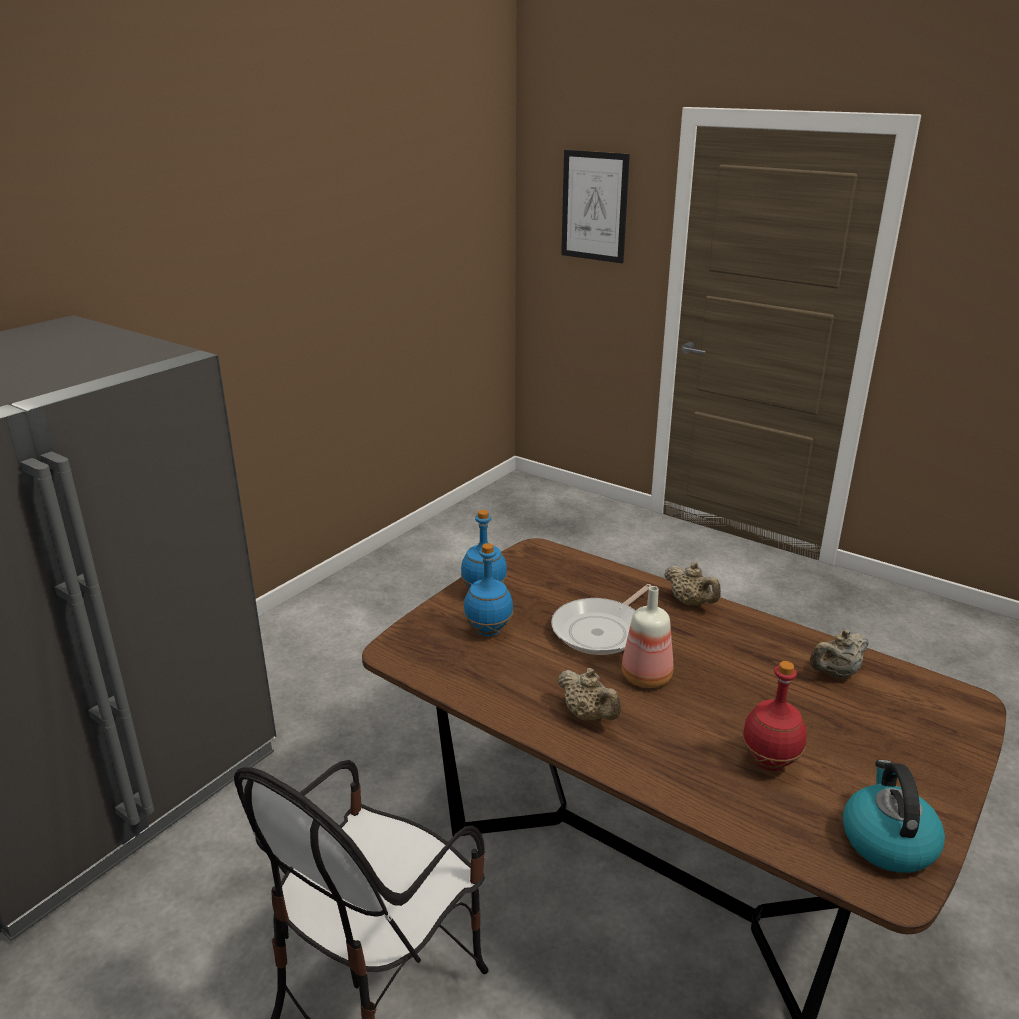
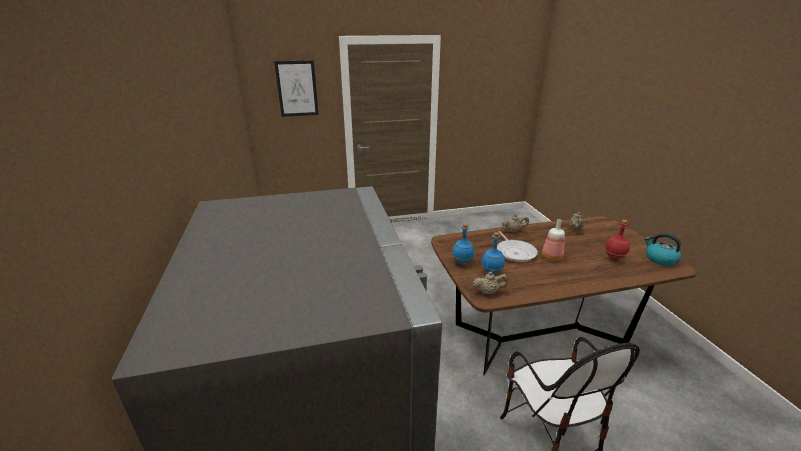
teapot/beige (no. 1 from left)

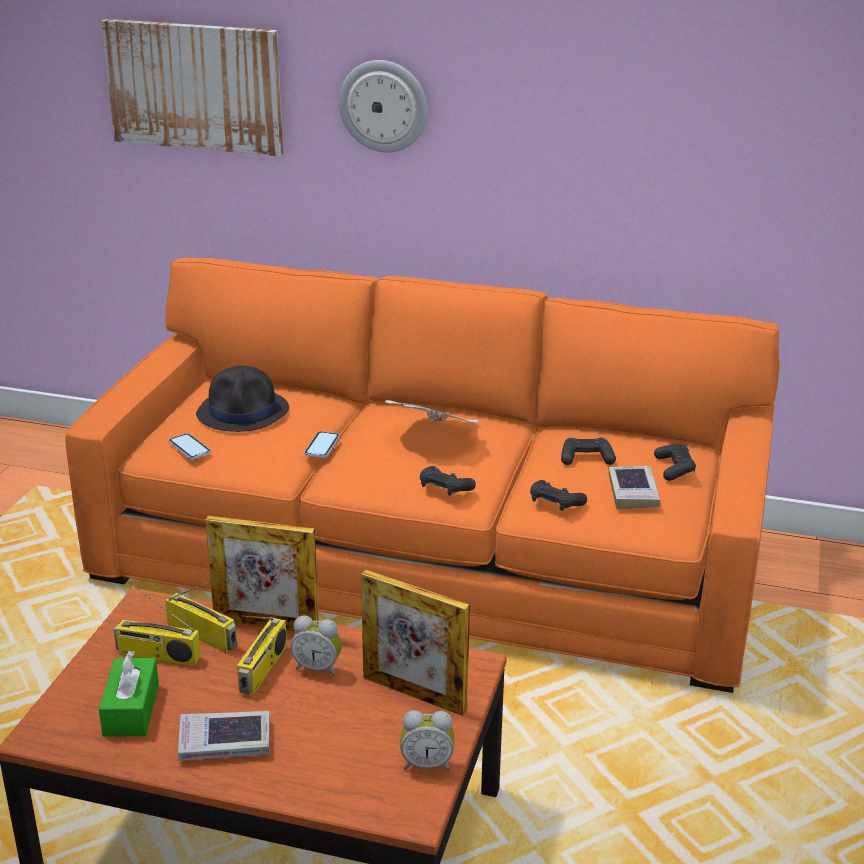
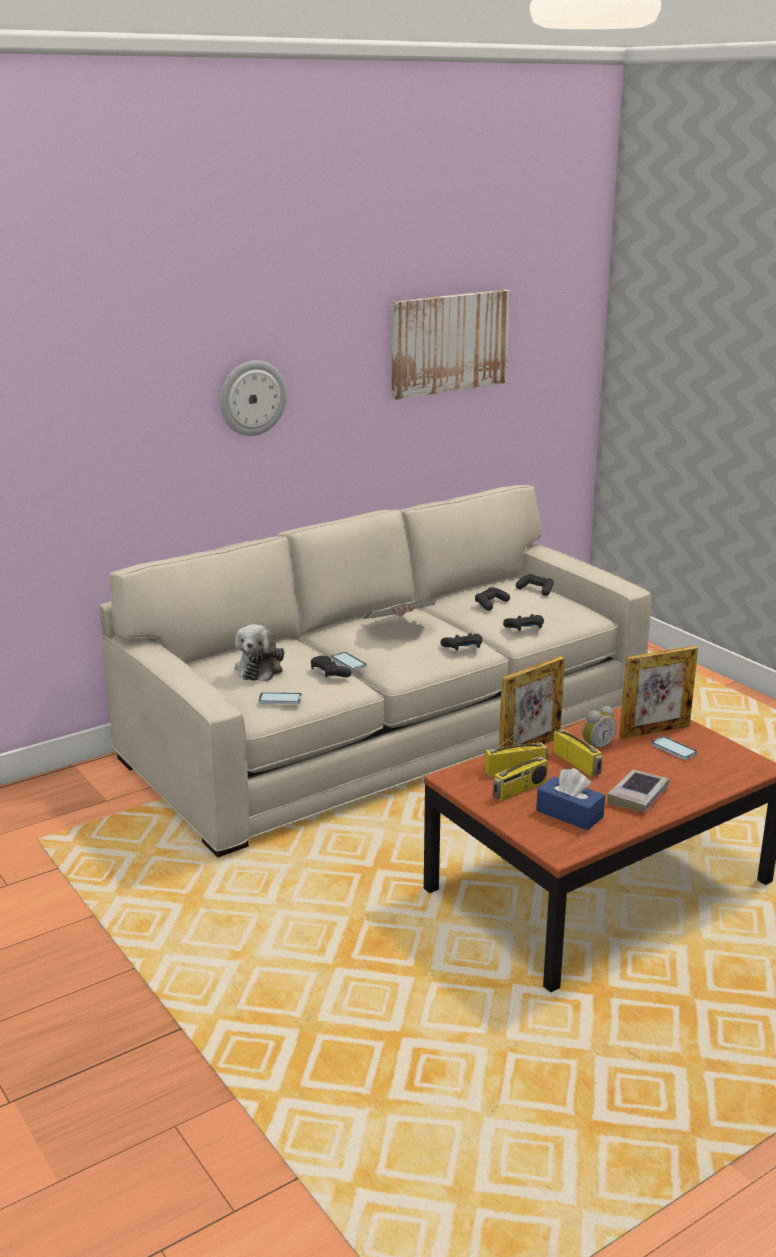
sofa/beige
tissue box/blue
wall art
plush toy
bedside clock (no. 2 from left in the first image)
volume (no. 2 from left in the first image)
gamepad/blackish (no. 1 from left)
phone (no. 3 from left)

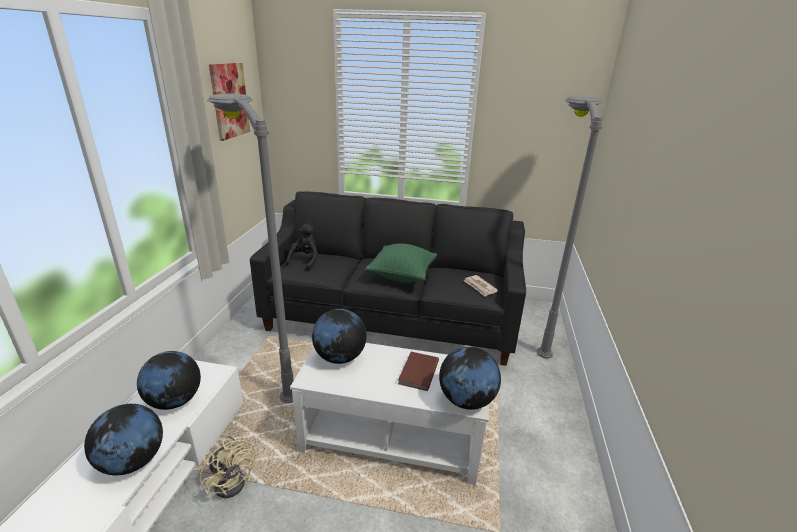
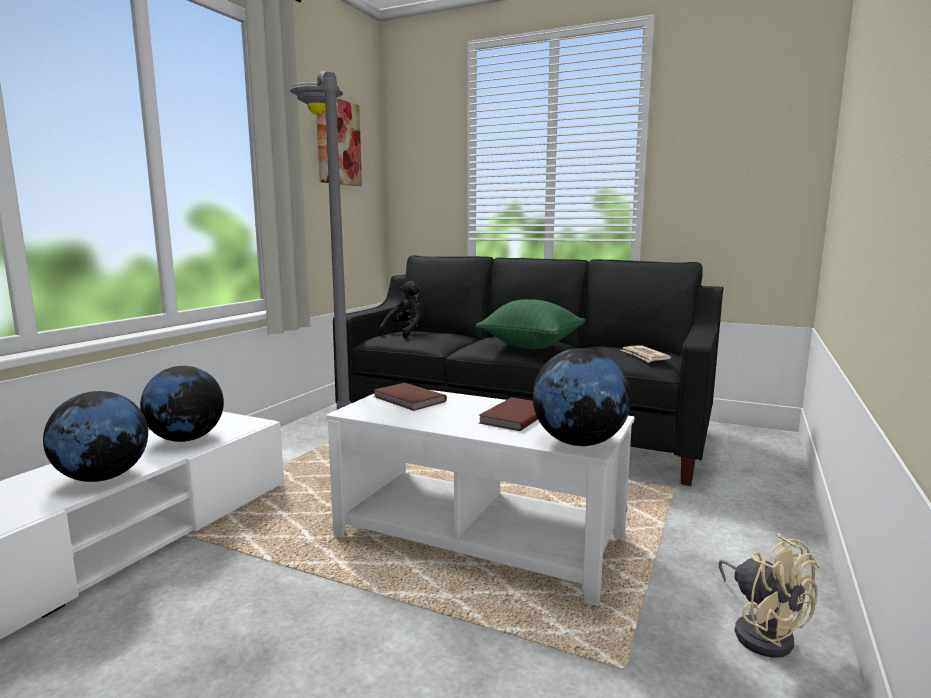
cooling fan/beige
volume/brown-coloured (no. 1 from left)
floor lamp/greyish (no. 2 from left in the first image)

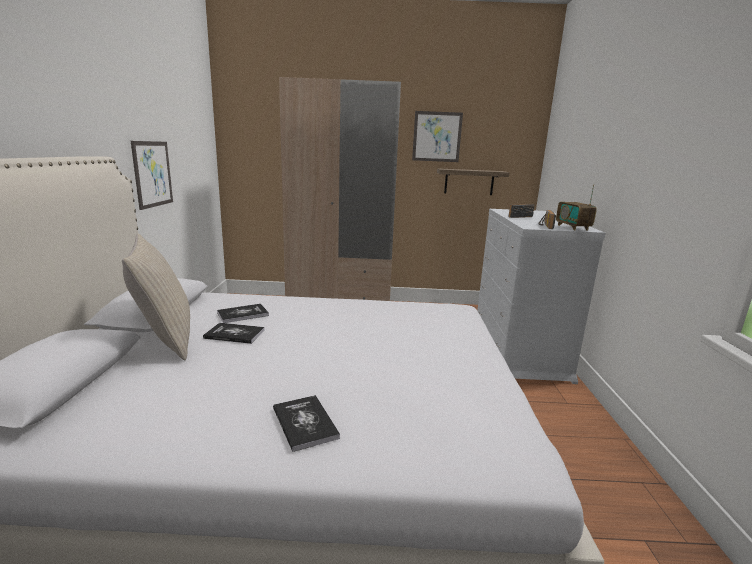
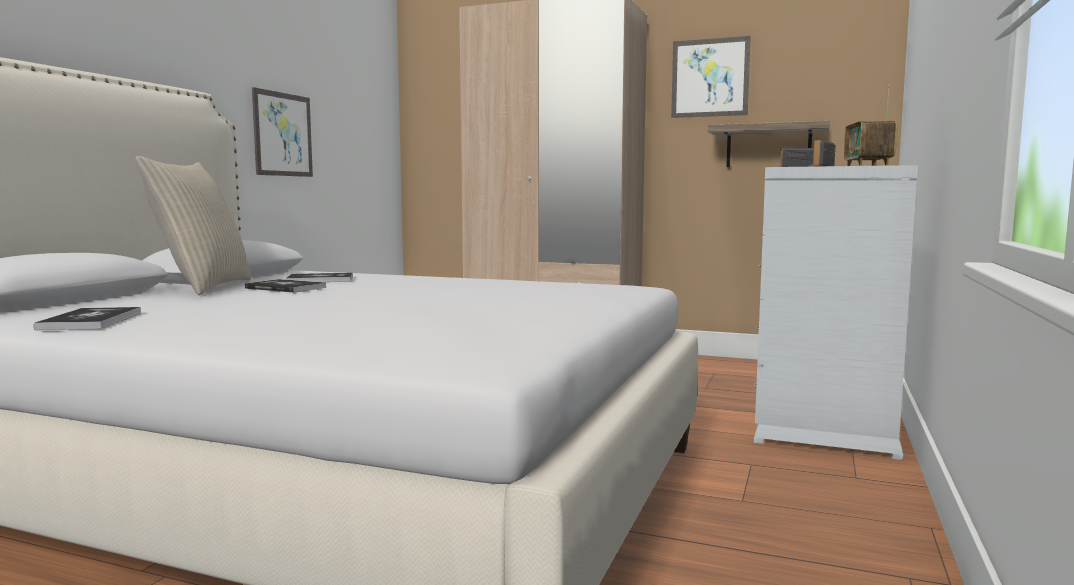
volume (no. 1 from left)

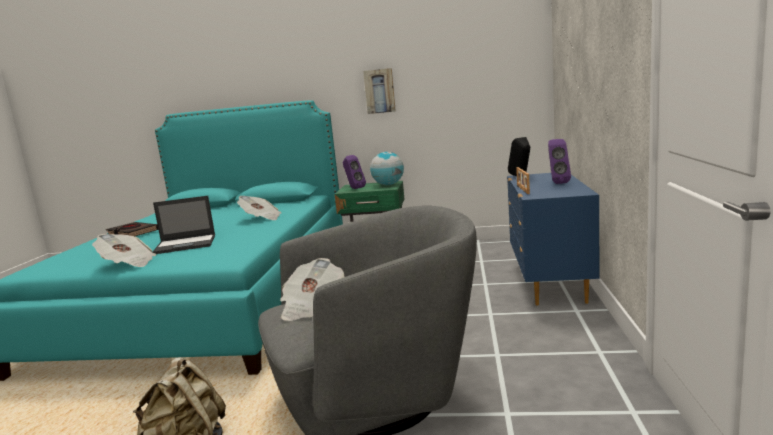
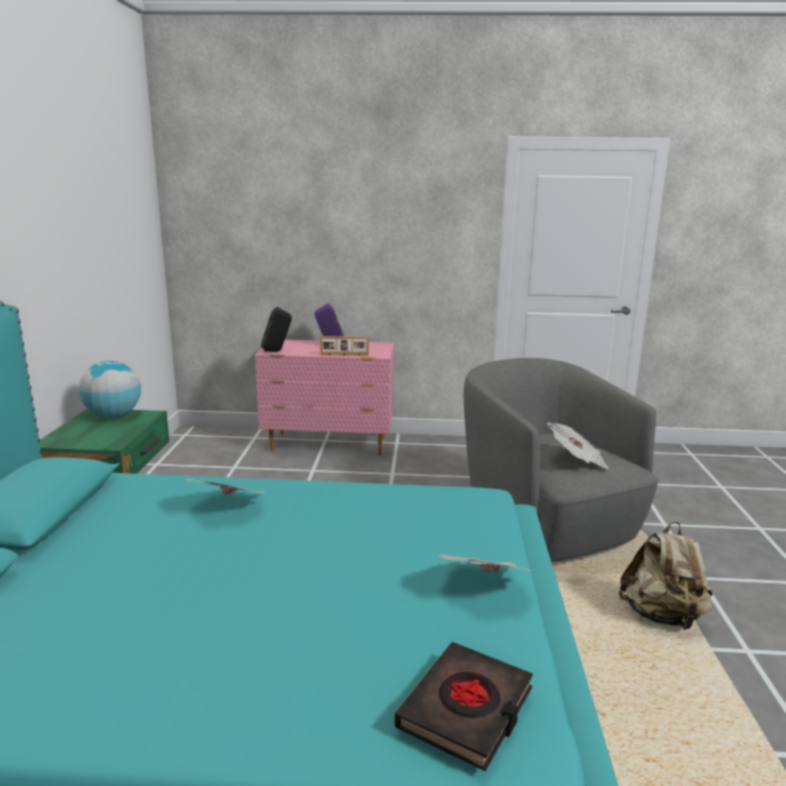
volume/blackish
notebook computer
loudspeaker/purplish (no. 1 from left in the first image)
wall art
chest of drawers/pinkish

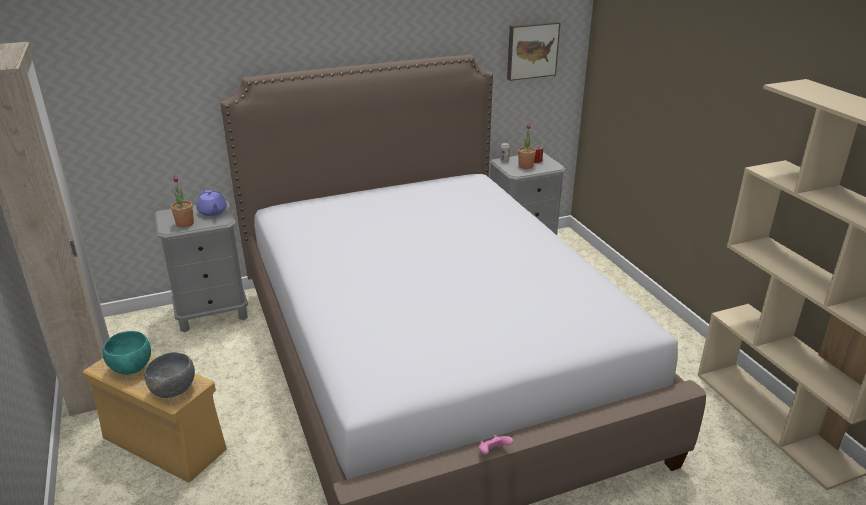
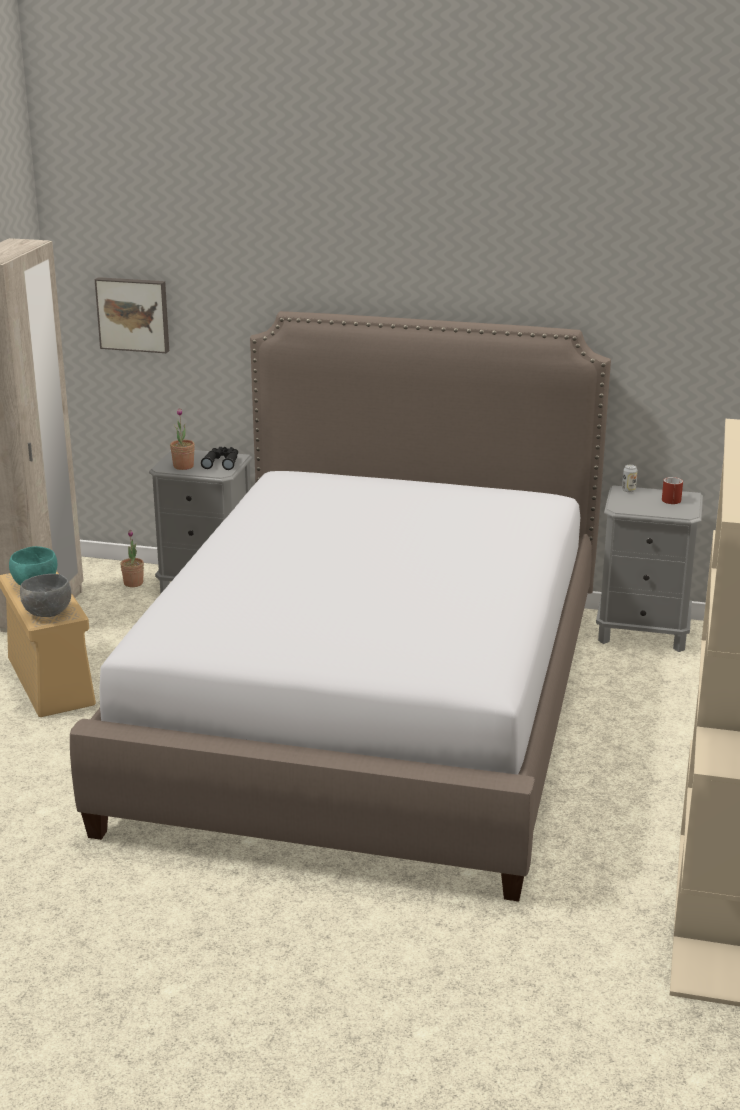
pair of binoculars/blackish
gamepad/pinkish
wall art
plant in a pot (no. 1 from left)

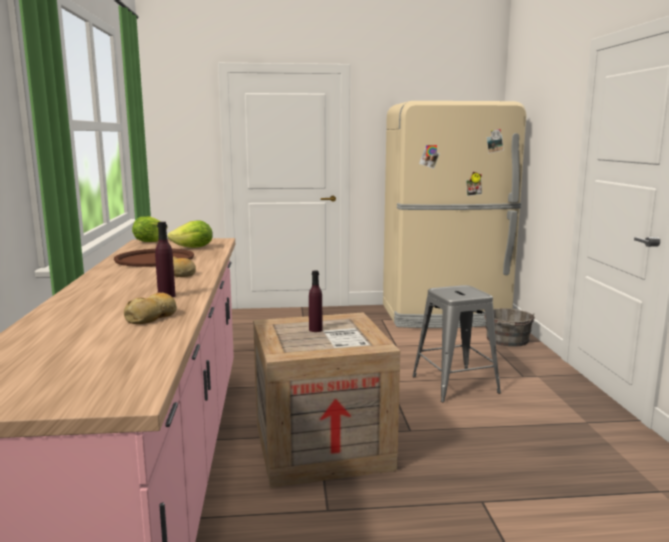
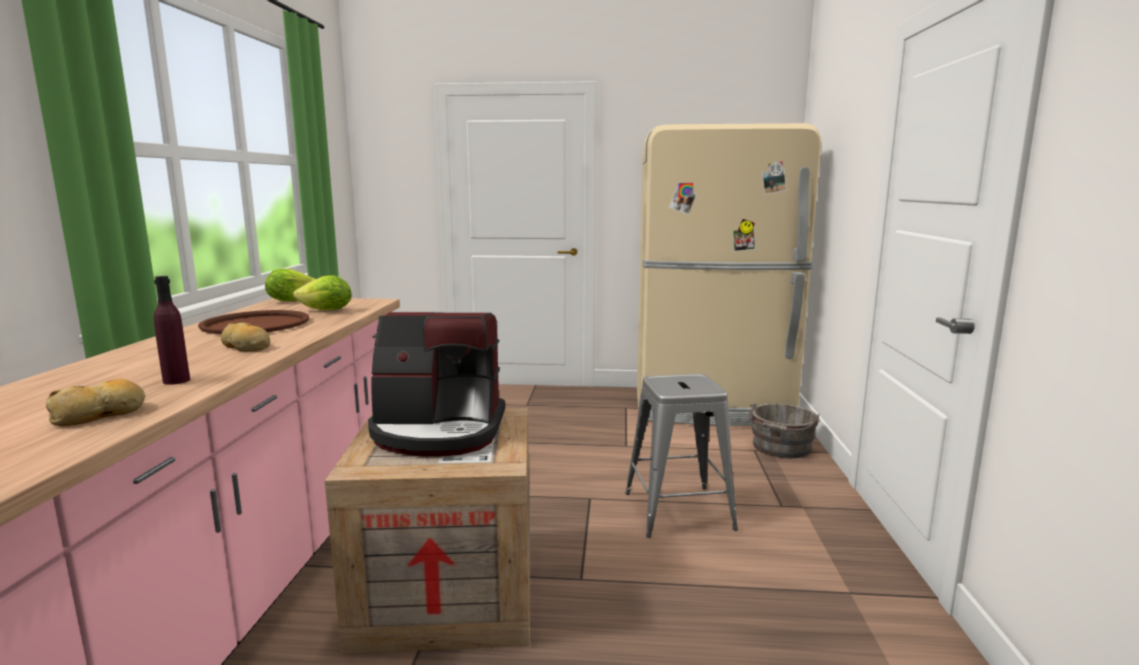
coffee brewer

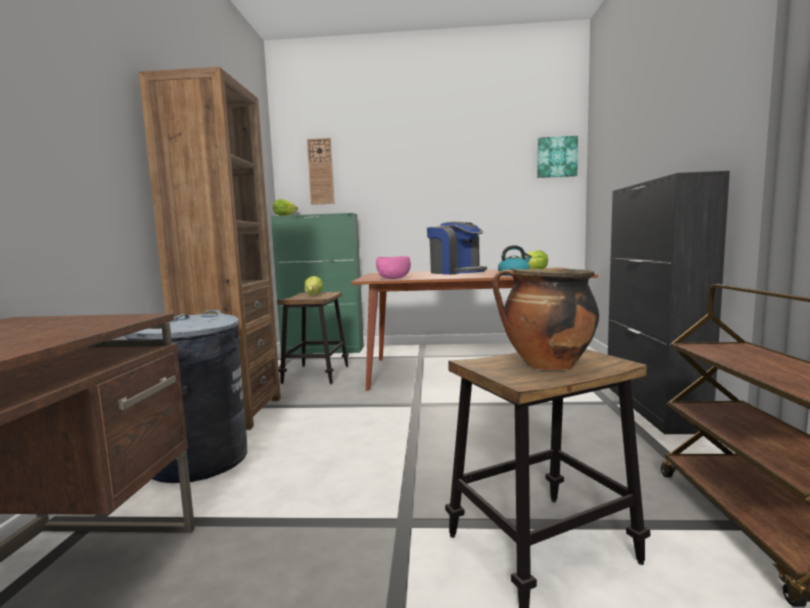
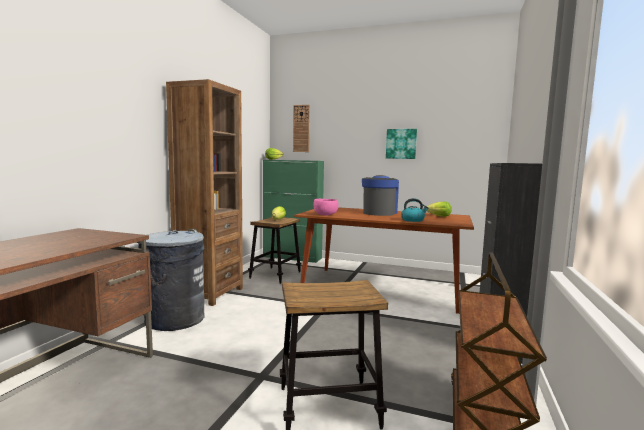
coffee brewer
saucepot
wall art

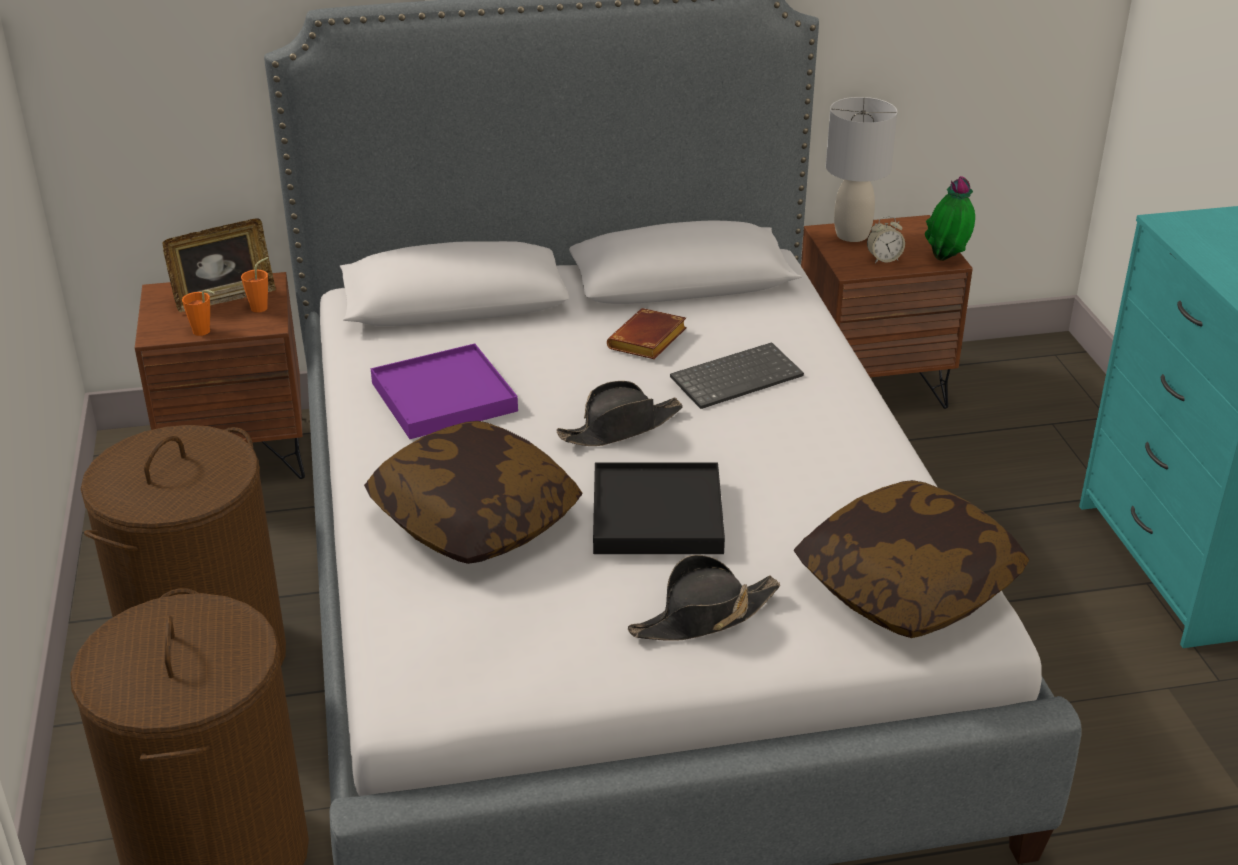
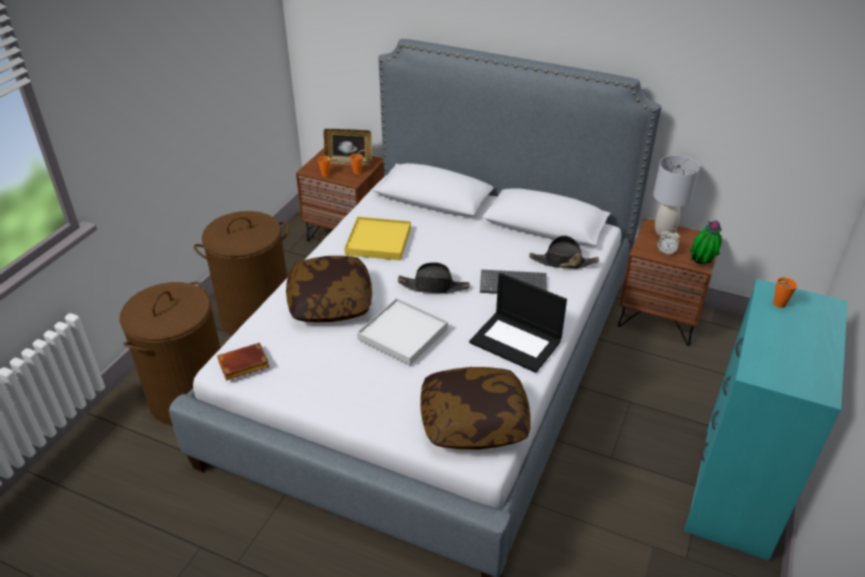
tray/yellowish
tray/whitish
volume/brown-coloured
hat/blackish (no. 2 from left)
notebook computer
cup/orange (no. 3 from left)

